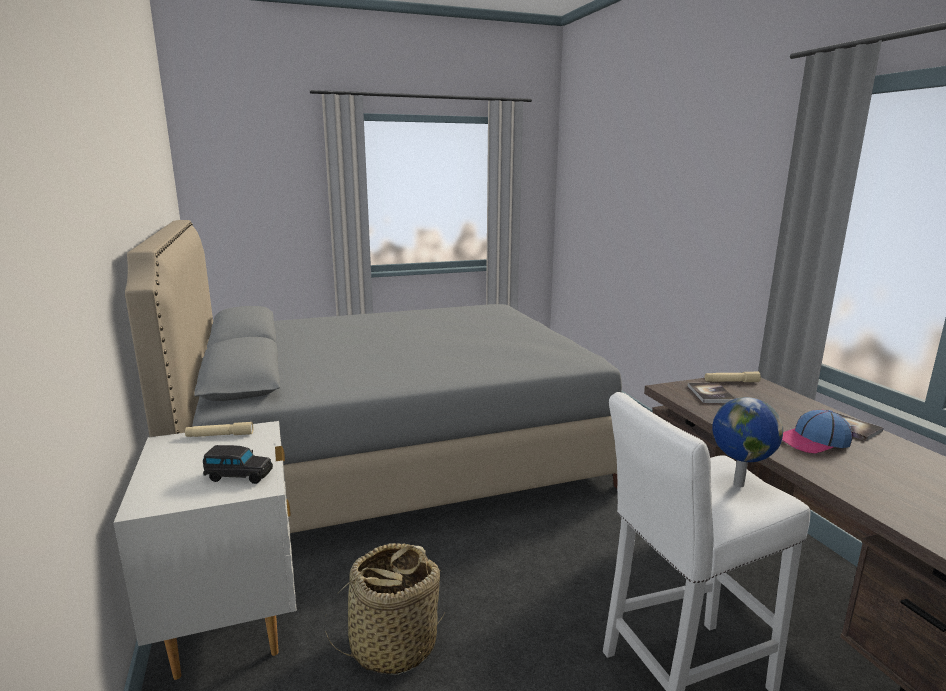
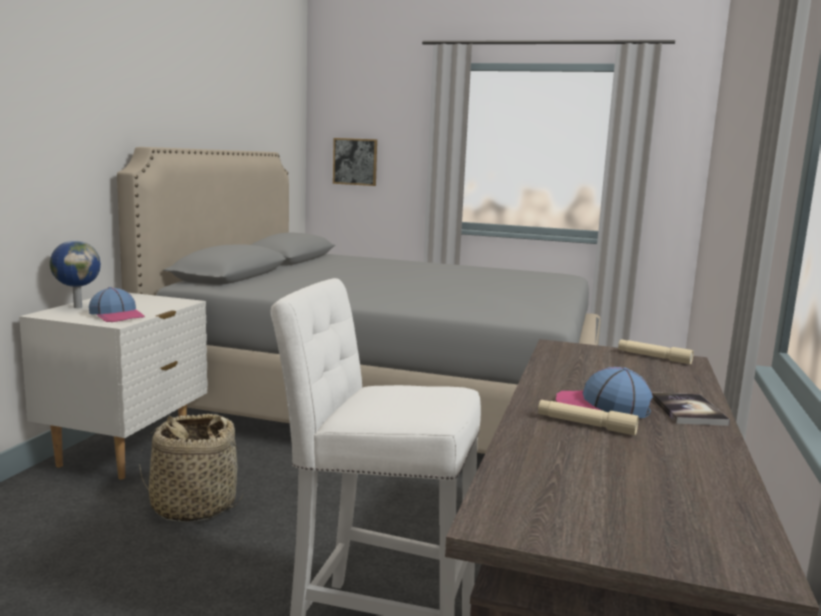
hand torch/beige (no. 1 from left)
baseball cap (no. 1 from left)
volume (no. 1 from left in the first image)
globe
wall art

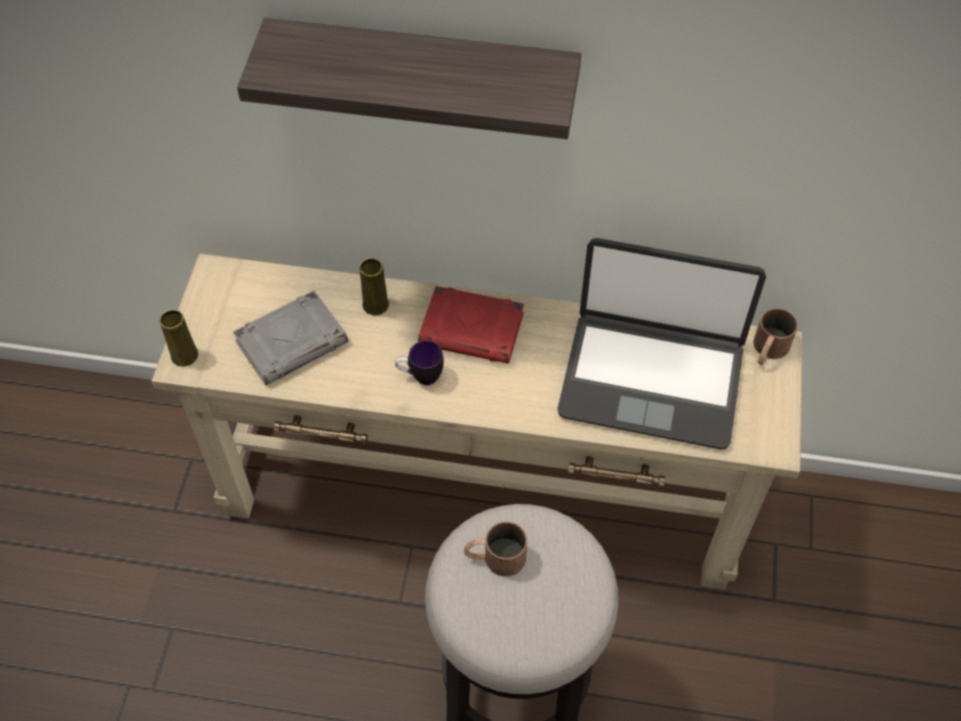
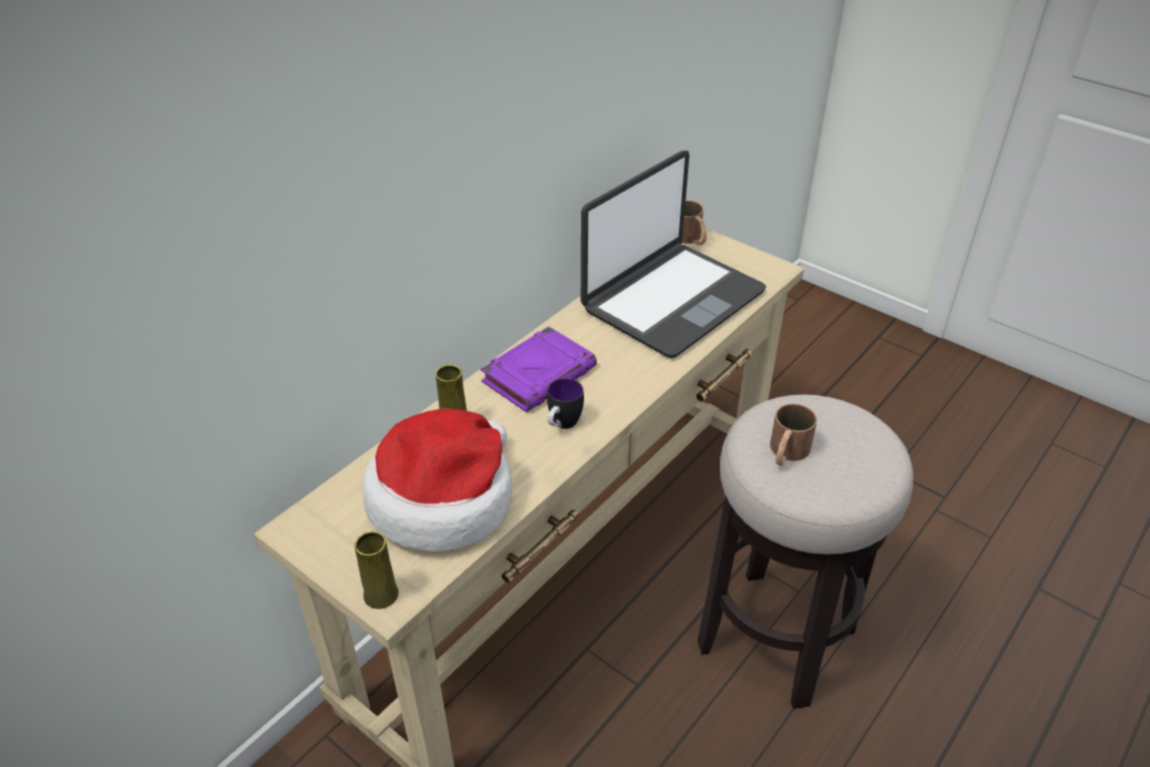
hat
bracket shelf
volume/purplish

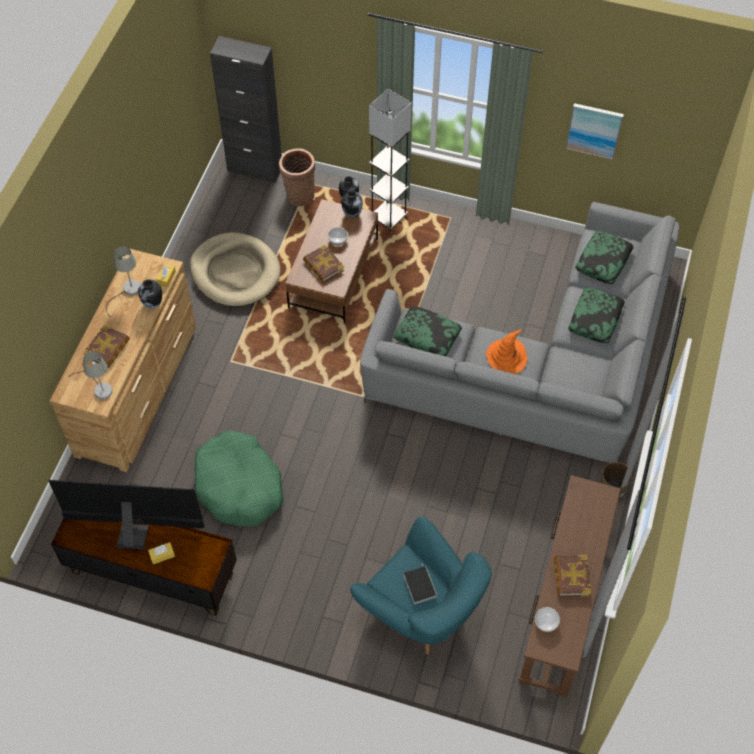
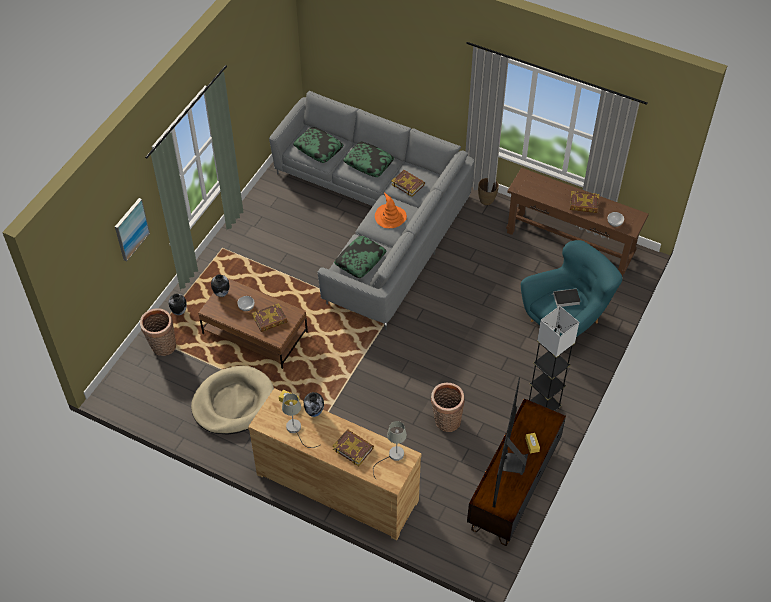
basket (no. 2 from left)
cabinet/blackish
floor lamp/greyish
wall art
volume (no. 3 from left)

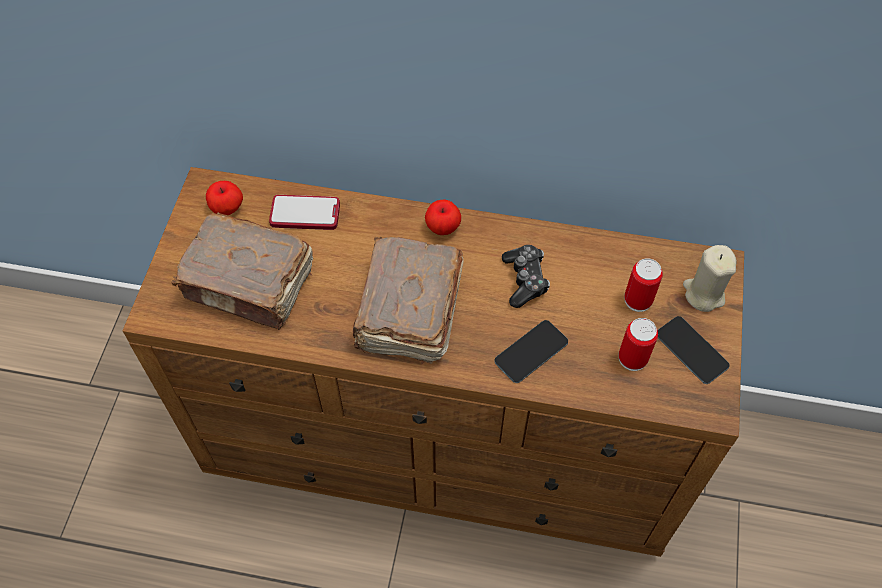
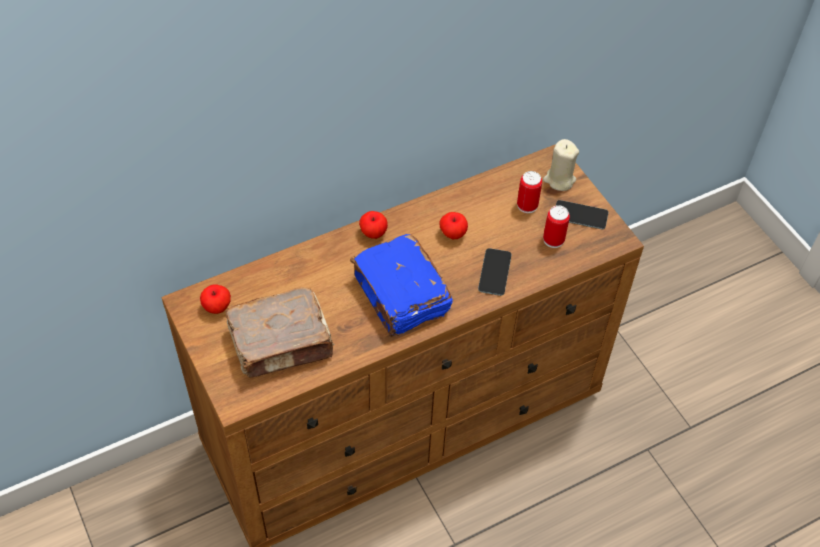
phone (no. 1 from left in the first image)
volume/blue
apple fruit (no. 3 from left)

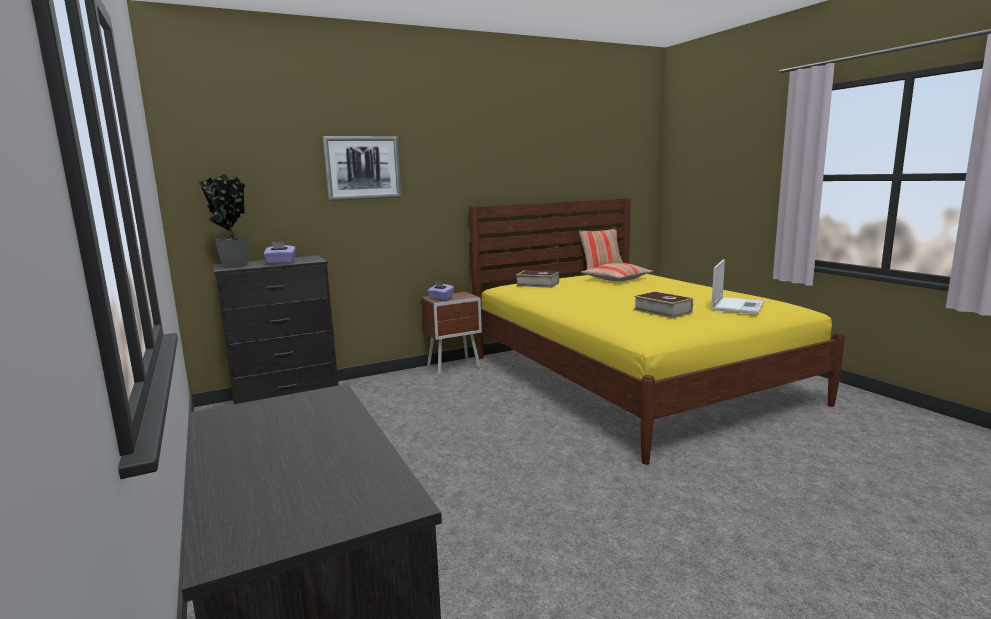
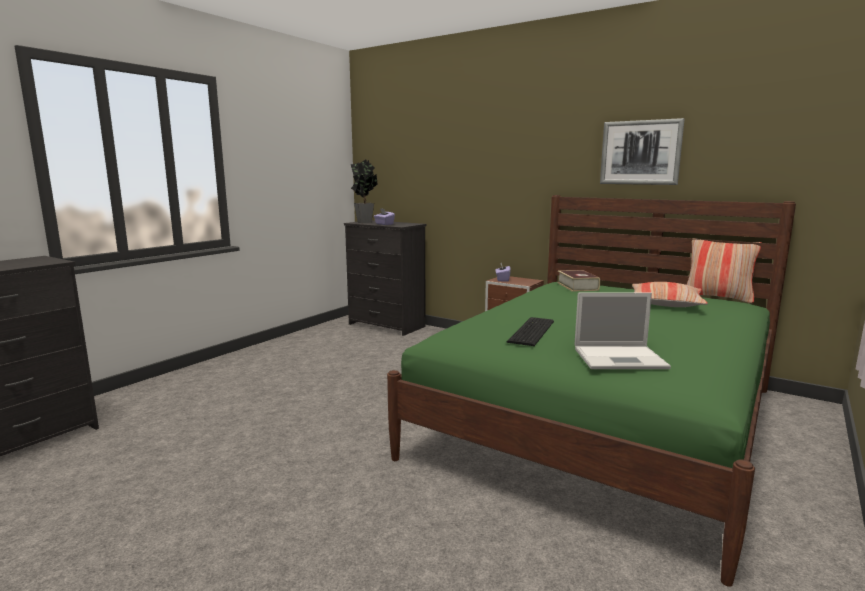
wall art
bed/green
PC keyboard

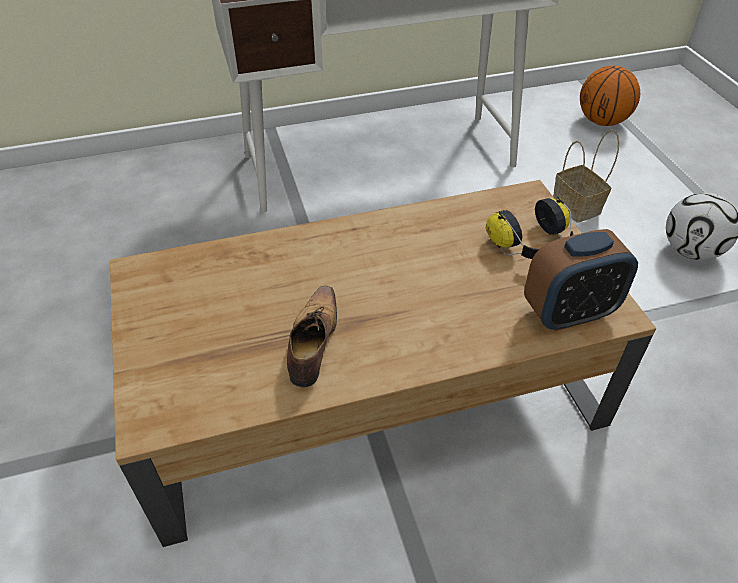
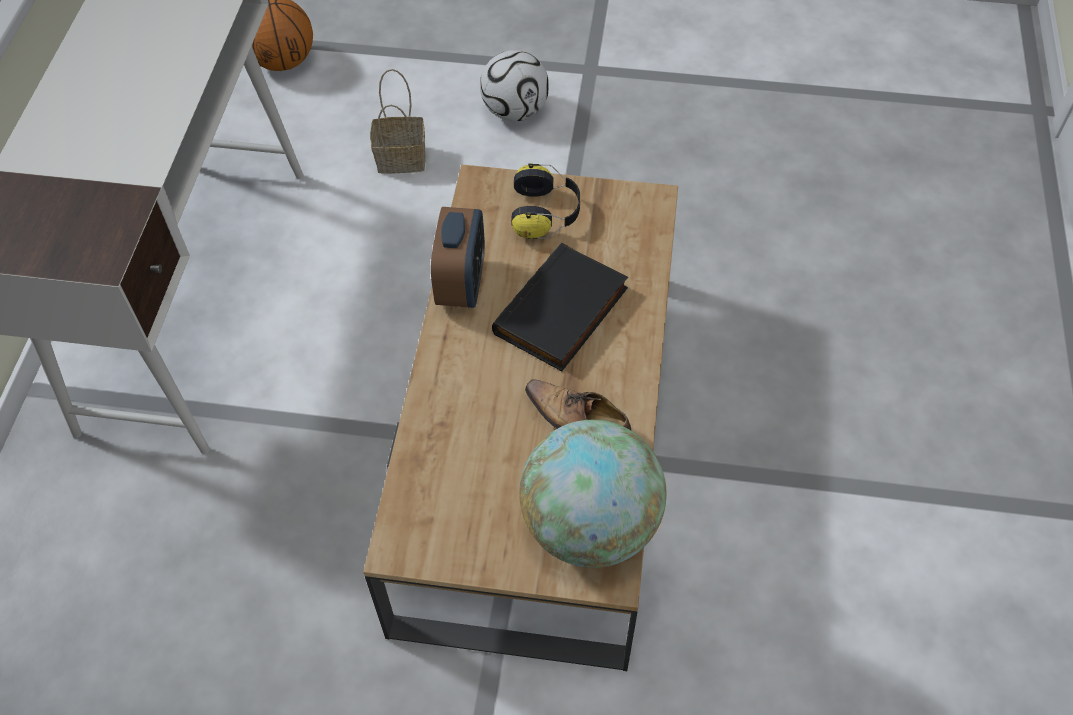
bedside clock
volume/blackish
globe

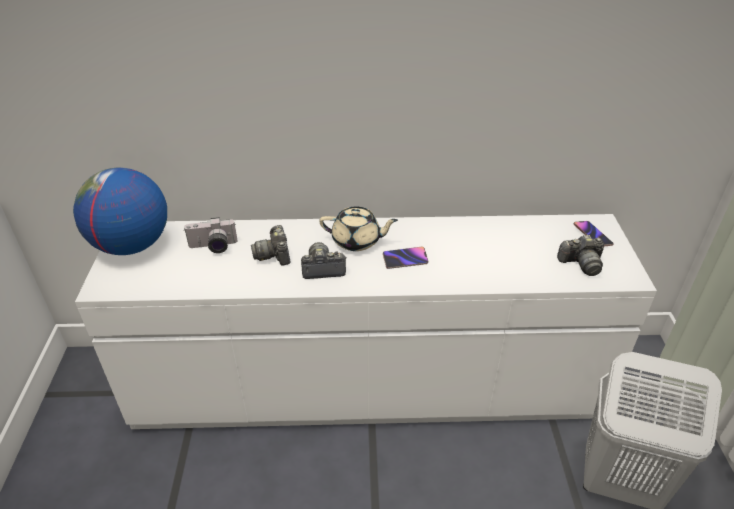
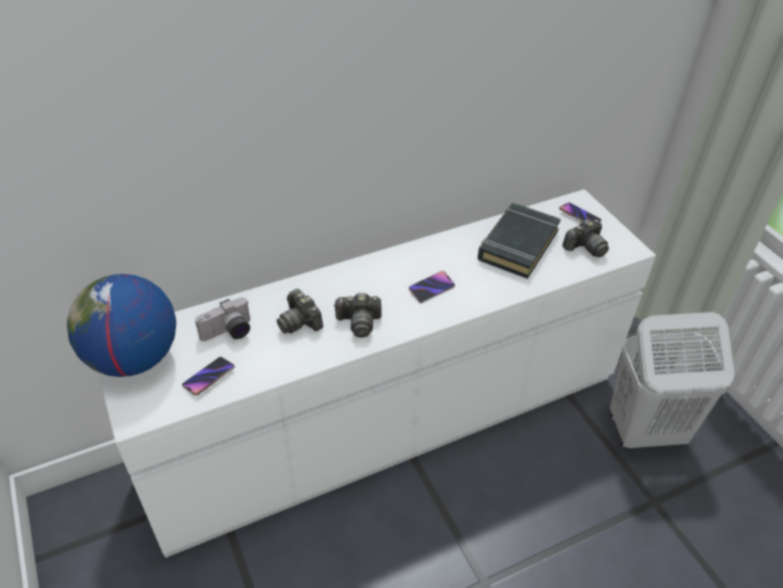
photo camera (no. 3 from left)
teapot/beige
phone (no. 1 from left)
volume/blackish

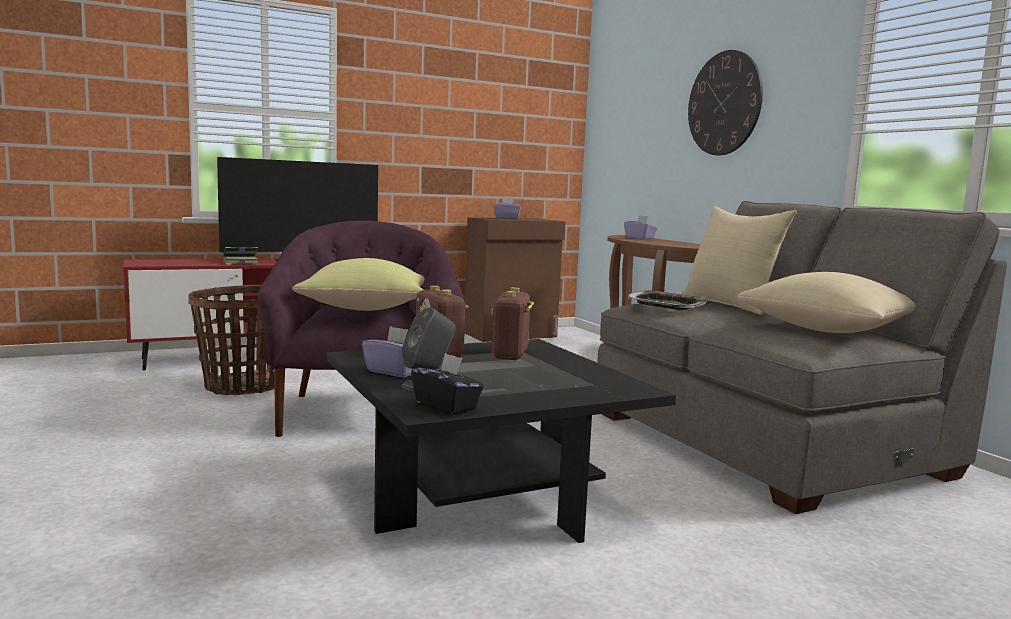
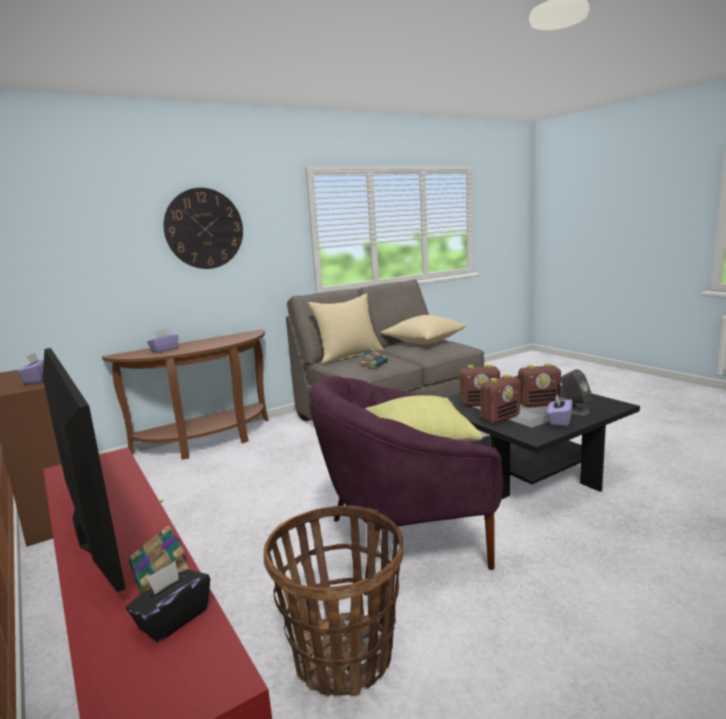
tissue box/blackish
volume (no. 2 from left)
radio receiver (no. 3 from left)

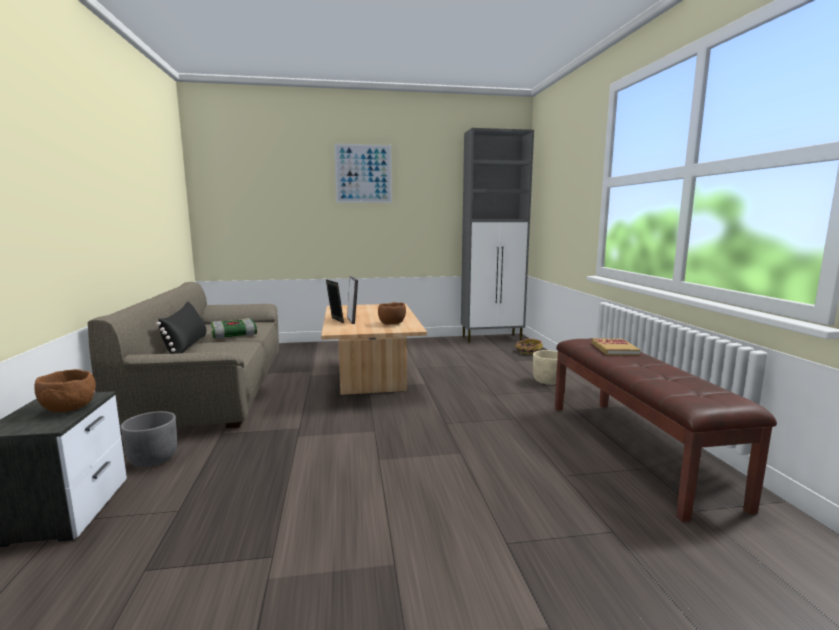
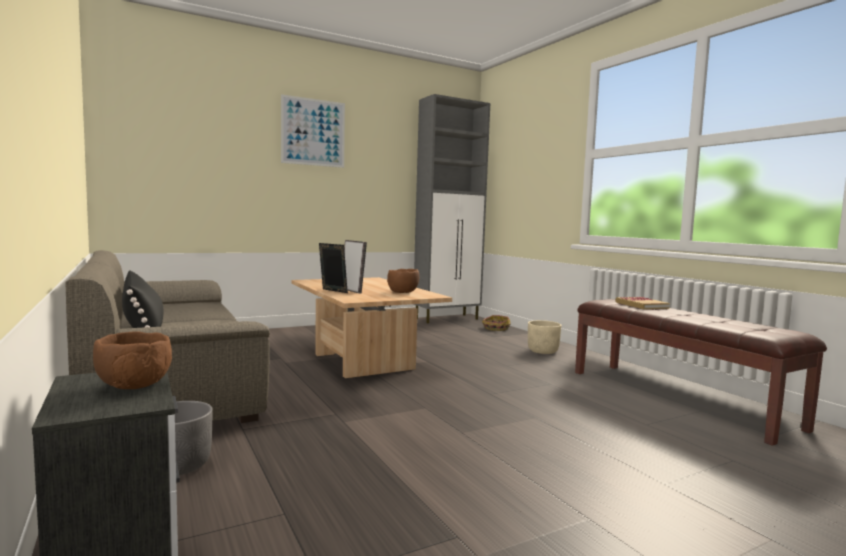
volume (no. 1 from left in the first image)

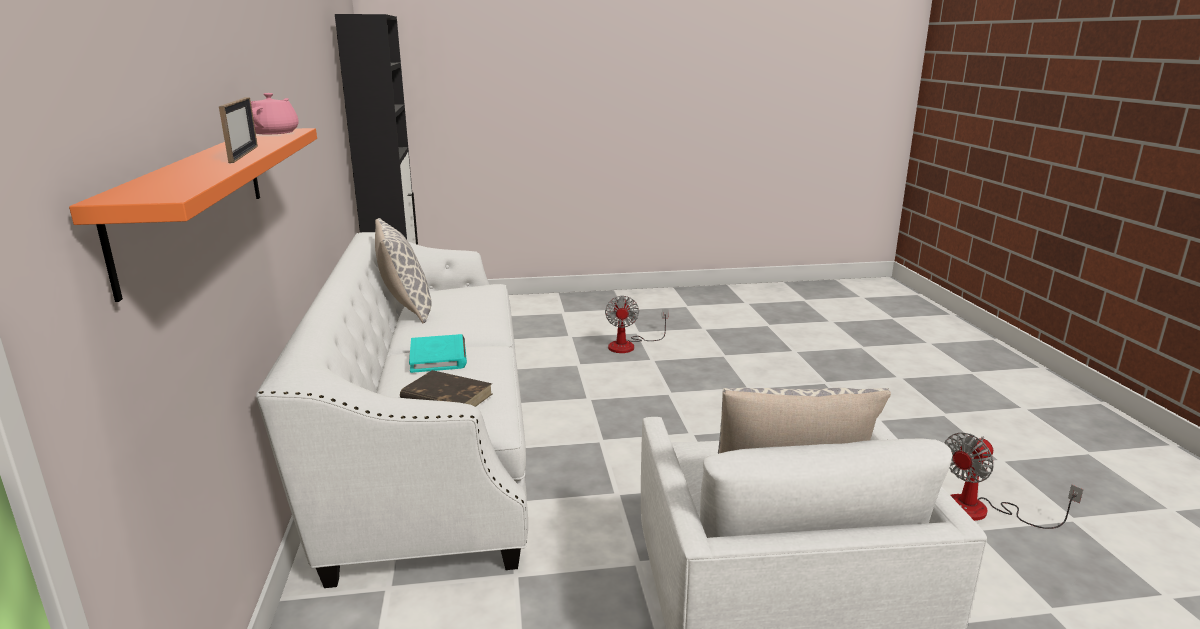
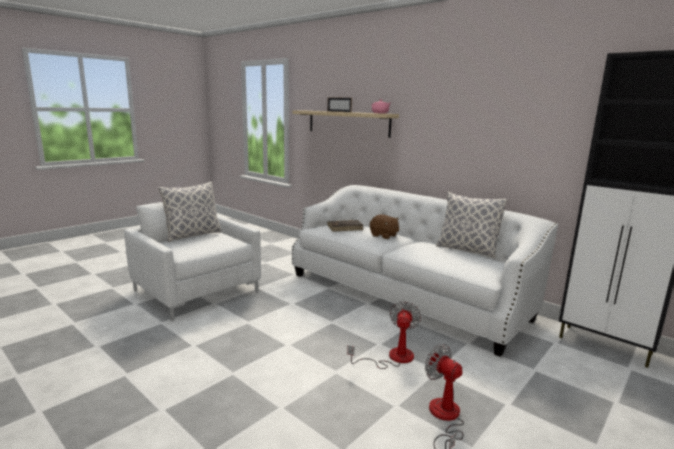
bracket shelf/beige
plush toy/brown-coloured
cooling fan (no. 1 from left)

